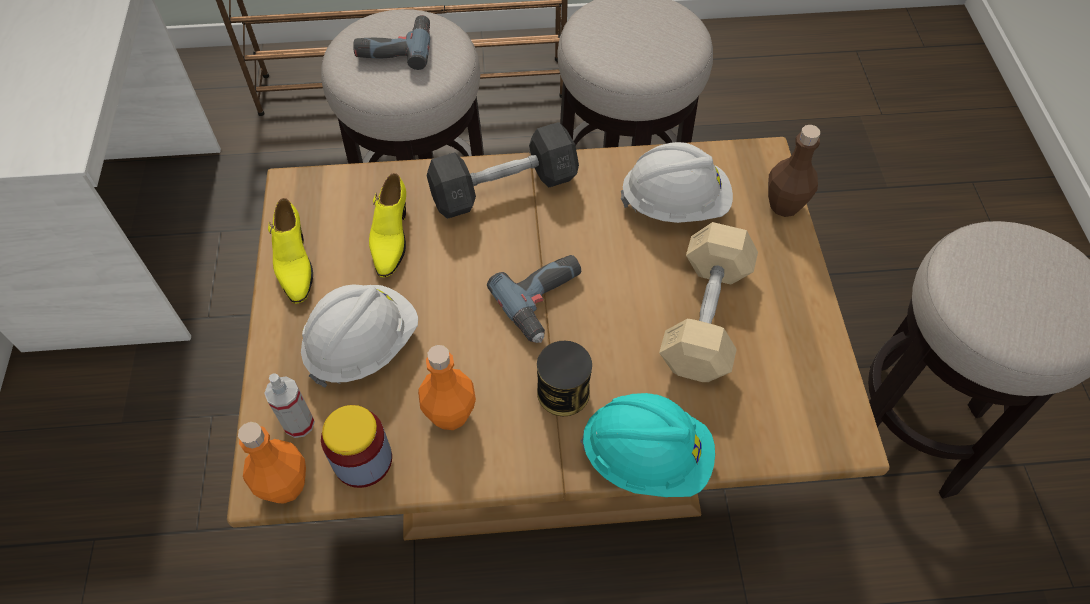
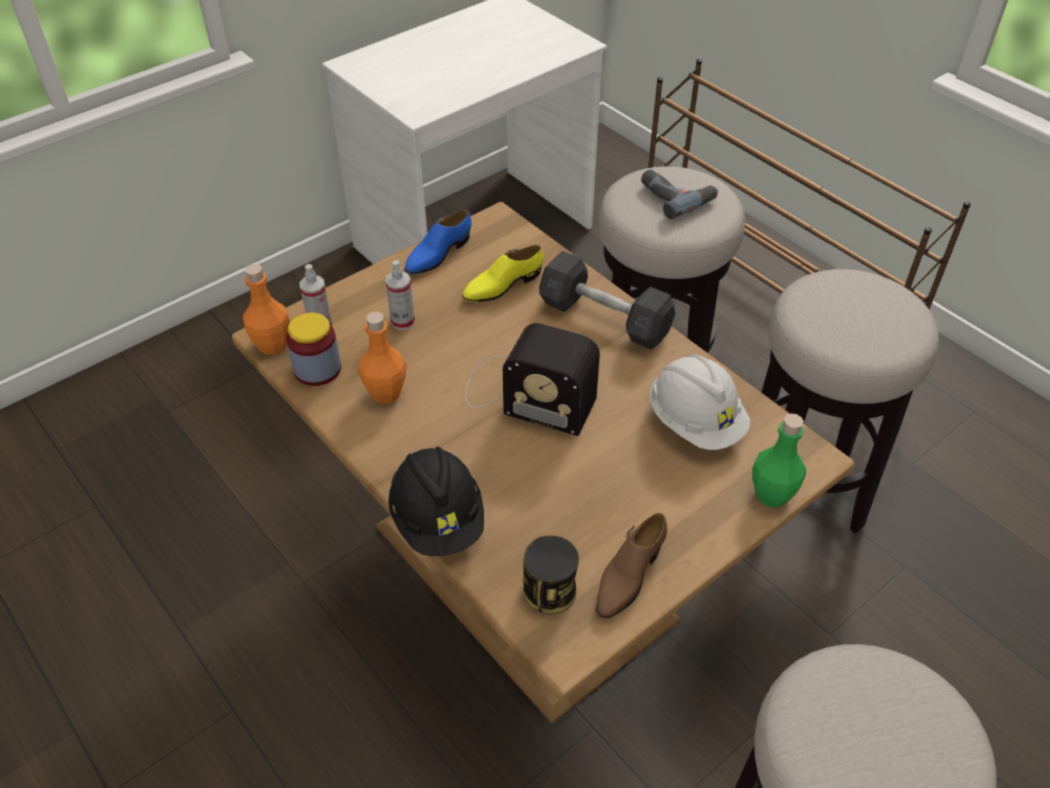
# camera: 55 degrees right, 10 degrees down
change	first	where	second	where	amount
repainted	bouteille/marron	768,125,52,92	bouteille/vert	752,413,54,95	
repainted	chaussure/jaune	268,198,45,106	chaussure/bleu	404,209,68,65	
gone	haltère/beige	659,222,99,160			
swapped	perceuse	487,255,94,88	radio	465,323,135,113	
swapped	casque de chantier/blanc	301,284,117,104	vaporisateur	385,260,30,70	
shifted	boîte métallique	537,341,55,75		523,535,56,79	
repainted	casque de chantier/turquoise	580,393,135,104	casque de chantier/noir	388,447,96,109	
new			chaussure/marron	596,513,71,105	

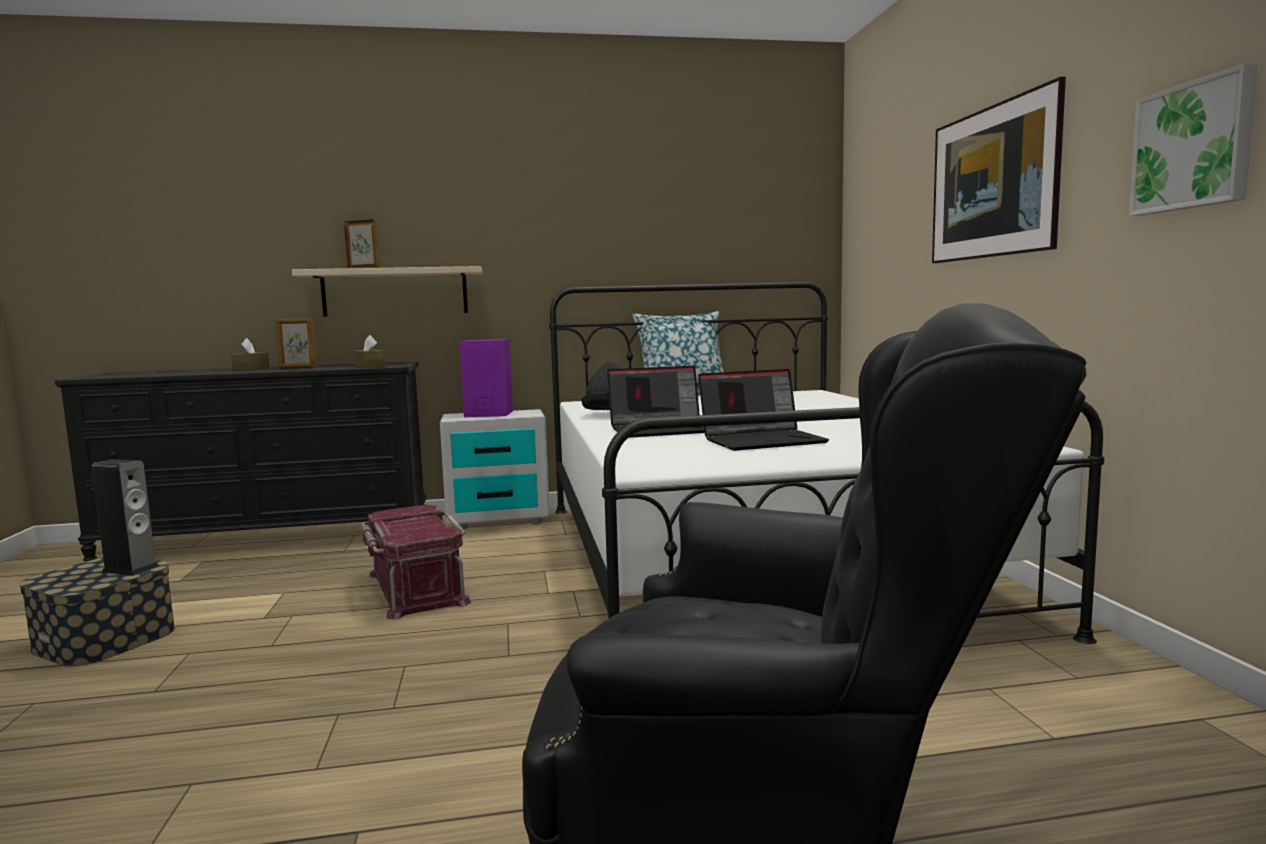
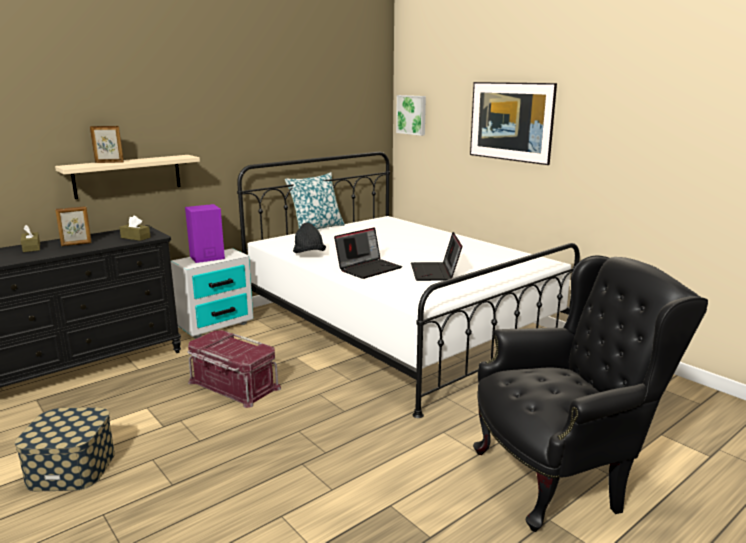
# camera: 30 degrees left, 10 degrees up
change	first	where	second	where	amount
shifted	tableau	1129,64,128,152		396,95,30,41	
rotated	ordinateur portable	698,369,131,82		411,232,51,49	135 degrees clockwise
gone	enceinte	91,459,69,117			

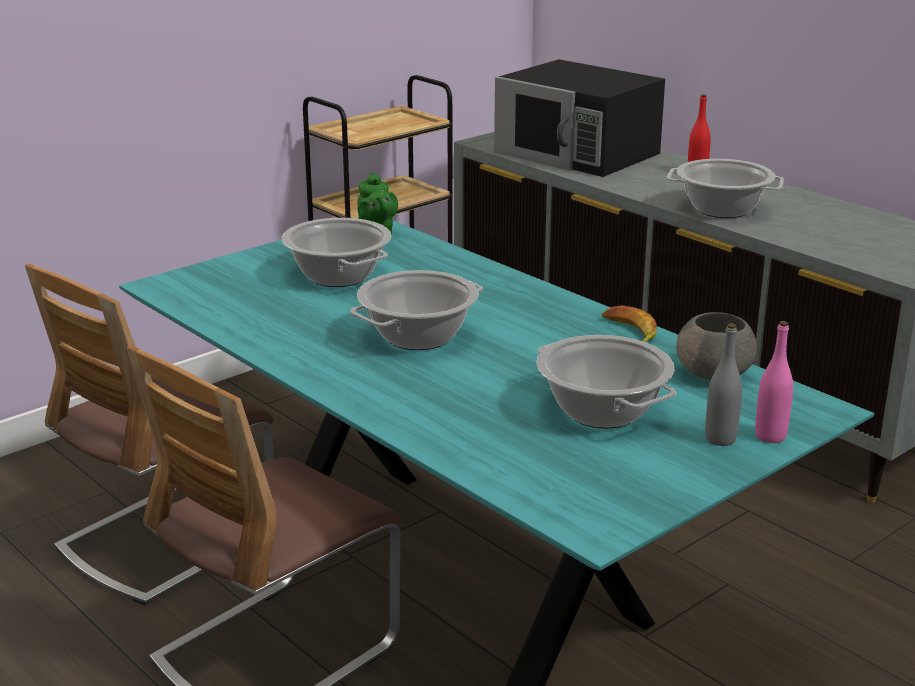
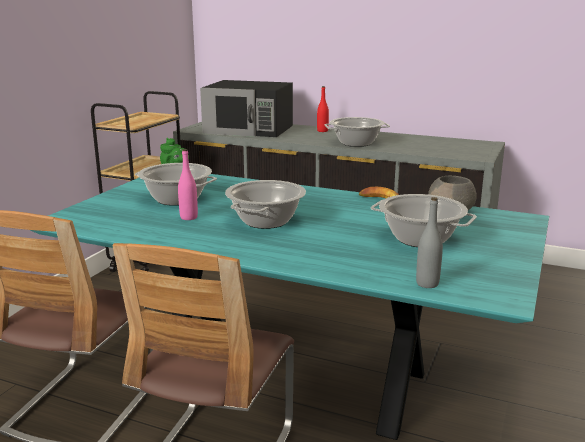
# camera: 25 degrees left, 5 degrees down
change	first	where	second	where	amount
shifted	bouteille/rose	755,321,38,122		178,149,20,71	
shifted	bouteille/gris	705,323,37,123		416,197,27,91	

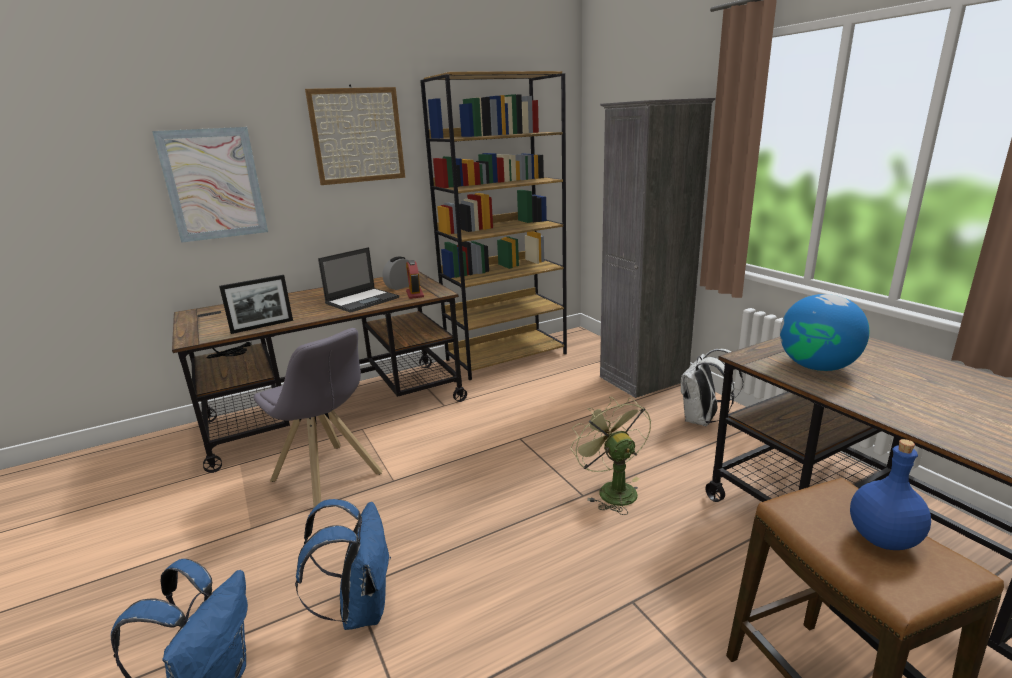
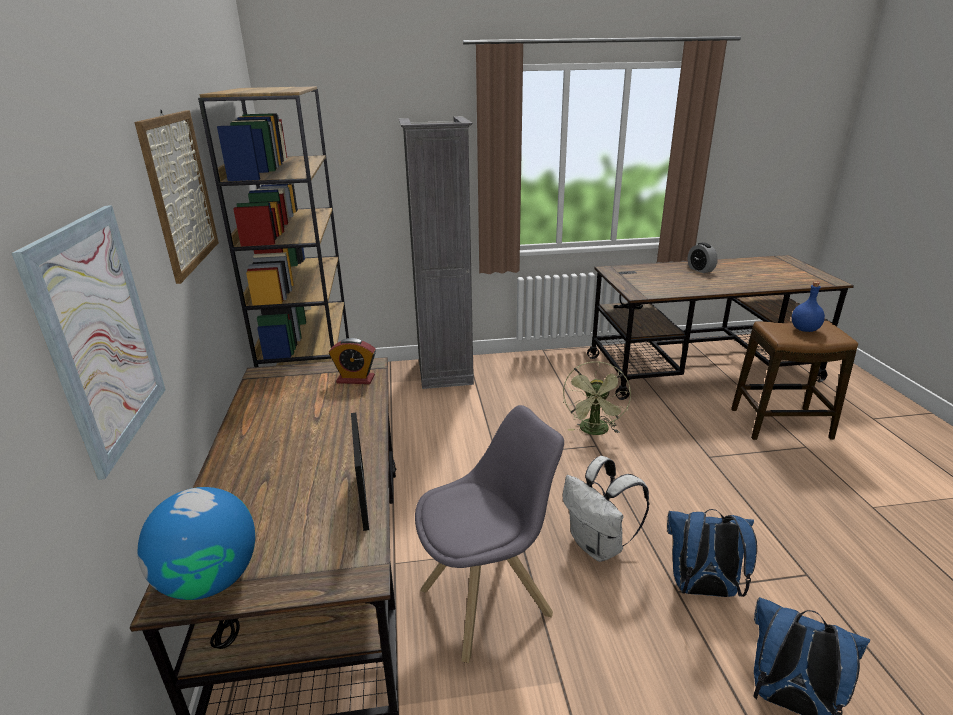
# camera: 70 degrees left, 5 degrees up
change	first	where	second	where	amount
gone	ordinateur portable	318,247,81,66			
shifted	réveil	383,257,26,33		688,243,30,30	
shifted	globe	780,294,89,77		138,487,117,113	
shifted	sac à dos/blanc	681,349,63,77		562,456,88,106	
rotated	ventilateur/vert	570,397,81,118		563,361,68,74	75 degrees counterclockwise

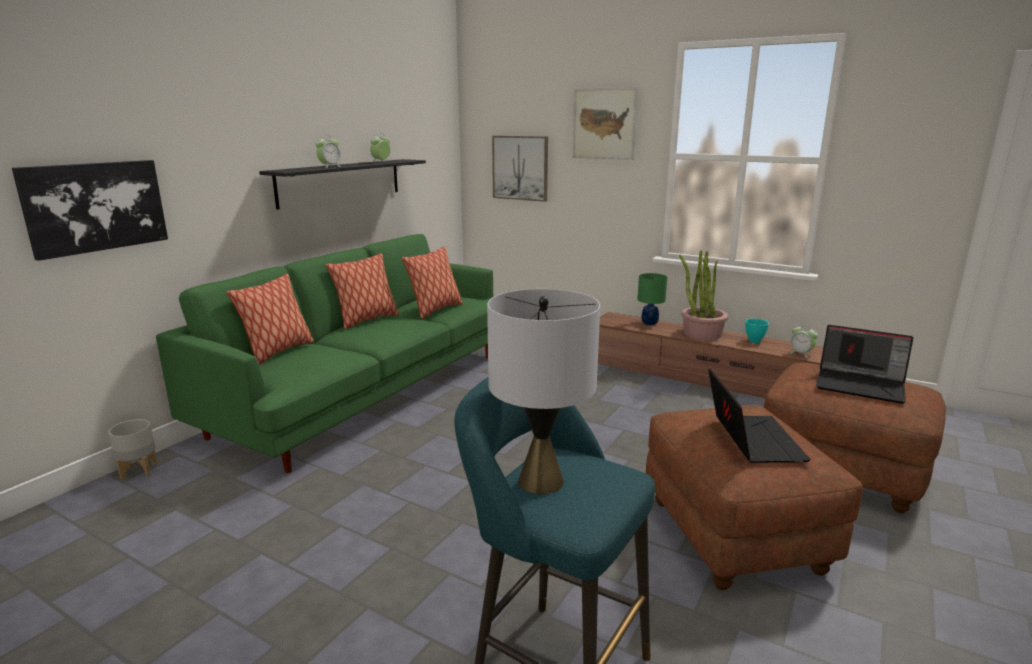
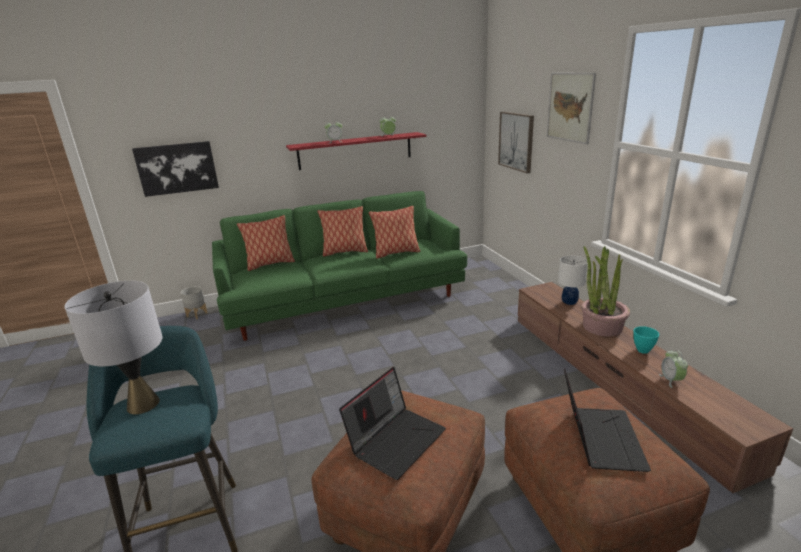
# camera: 40 degrees right, 5 degrees up
change	first	where	second	where	amount
repainted	étagère/noir	259,159,167,51	étagère/rouge	286,132,141,38	
repainted	lampe de table/vert	637,273,30,52	lampe de table/blanc	558,256,30,49	
rotated	ordinateur portable	816,325,97,79		564,369,87,103	150 degrees counterclockwise

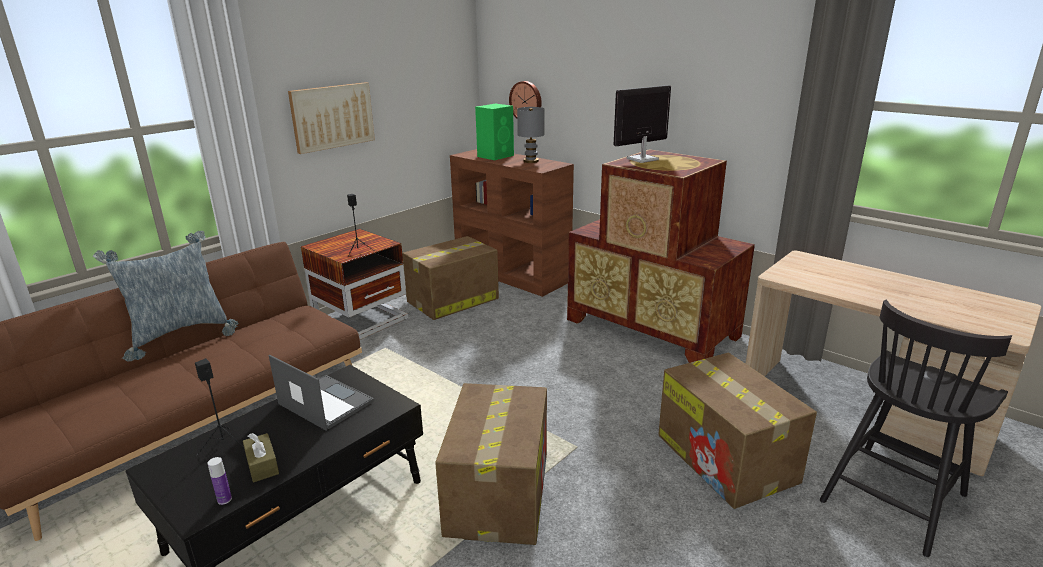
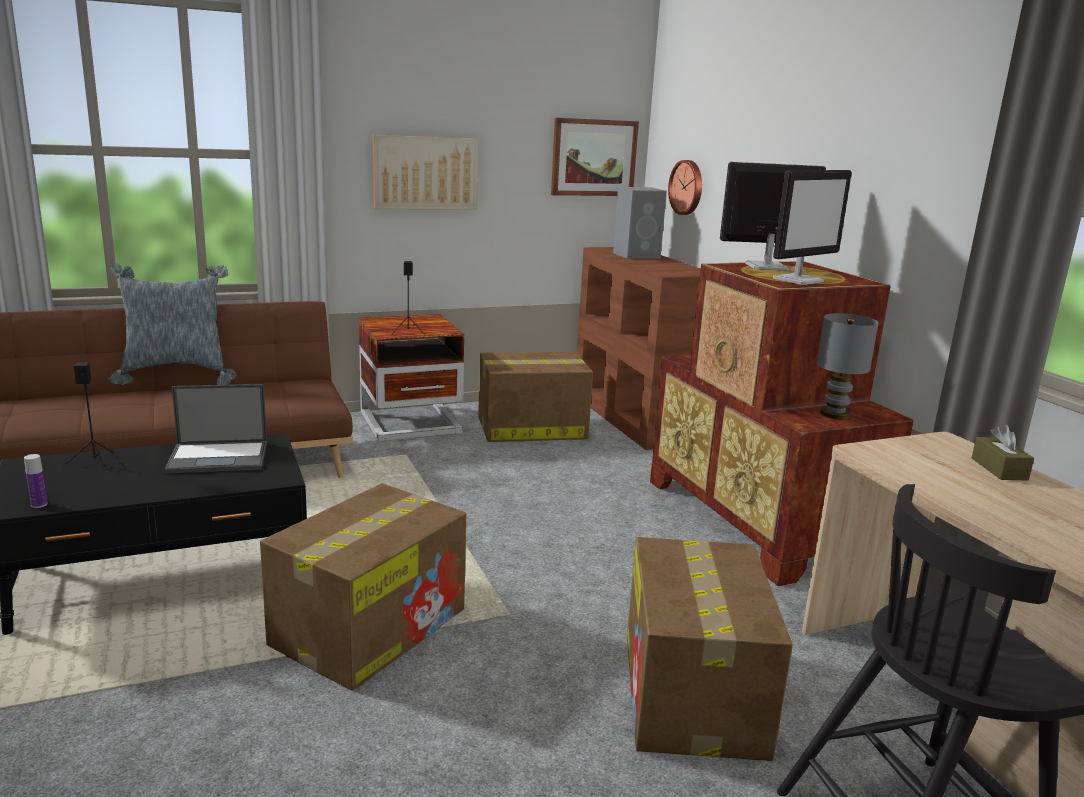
# camera: 25 degrees right, 5 degrees down
change	first	where	second	where	amount
repainted	enceinte/vert	475,104,39,56	enceinte/gris	613,187,54,72	
shifted	lampe de table/gris	517,107,27,56		816,313,63,106	
rotated	ordinateur portable	269,355,105,76		164,384,103,90	105 degrees clockwise
shifted	boîte à mouchoirs/marron	243,433,36,49		972,425,62,55	
new			tableau	551,118,88,78	
new			écran d'ordinateur	773,170,79,115	

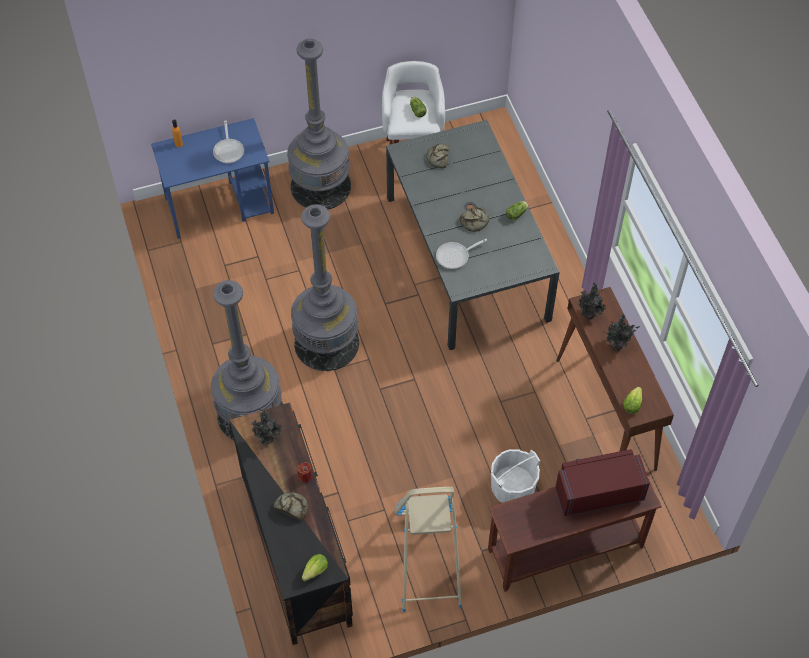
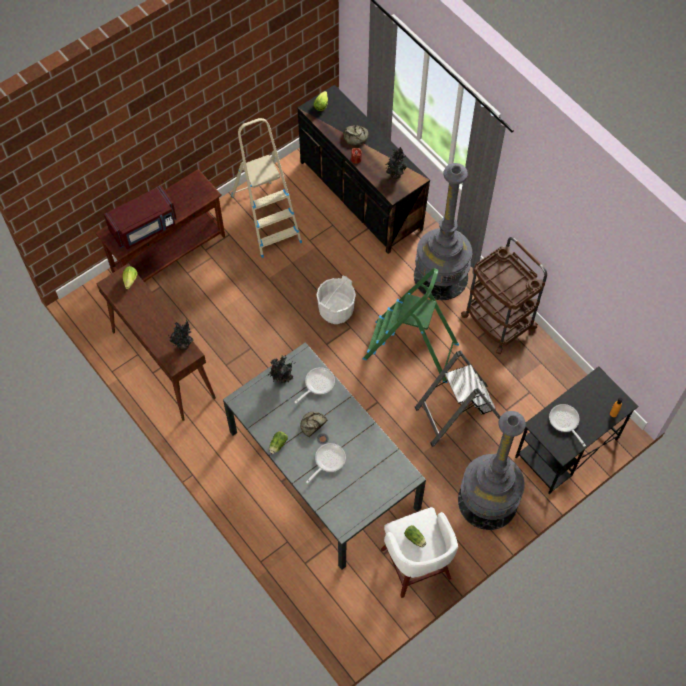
# camera: 160 degrees right, 5 degrees up
change	first	where	second	where	amount
repainted	bureau/bleu	151,118,123,121	bureau/noir	515,366,124,128	
gone	pain	426,144,23,24			
swapped	lampadaire/gris	291,204,68,167	escabeau/vert	363,268,96,115	
shifted	plante en pot	603,314,37,37		267,355,29,28	
shifted	seau/blanc	491,449,49,54		316,275,40,49	
new			chariot/marron	461,237,86,117	
new			escabeau/gris	415,351,86,96	
new			poêle	306,443,40,41	

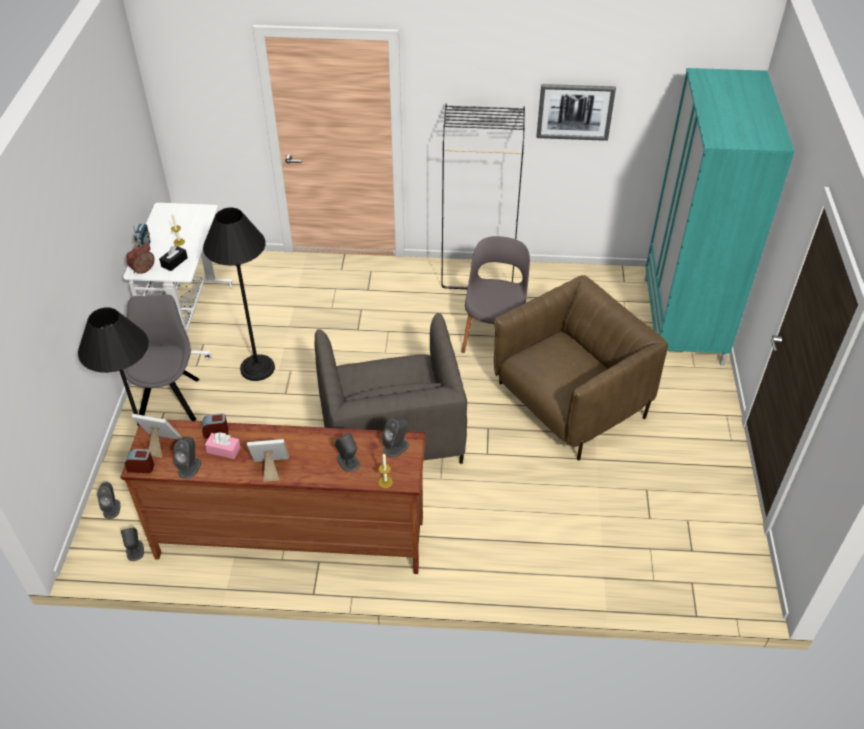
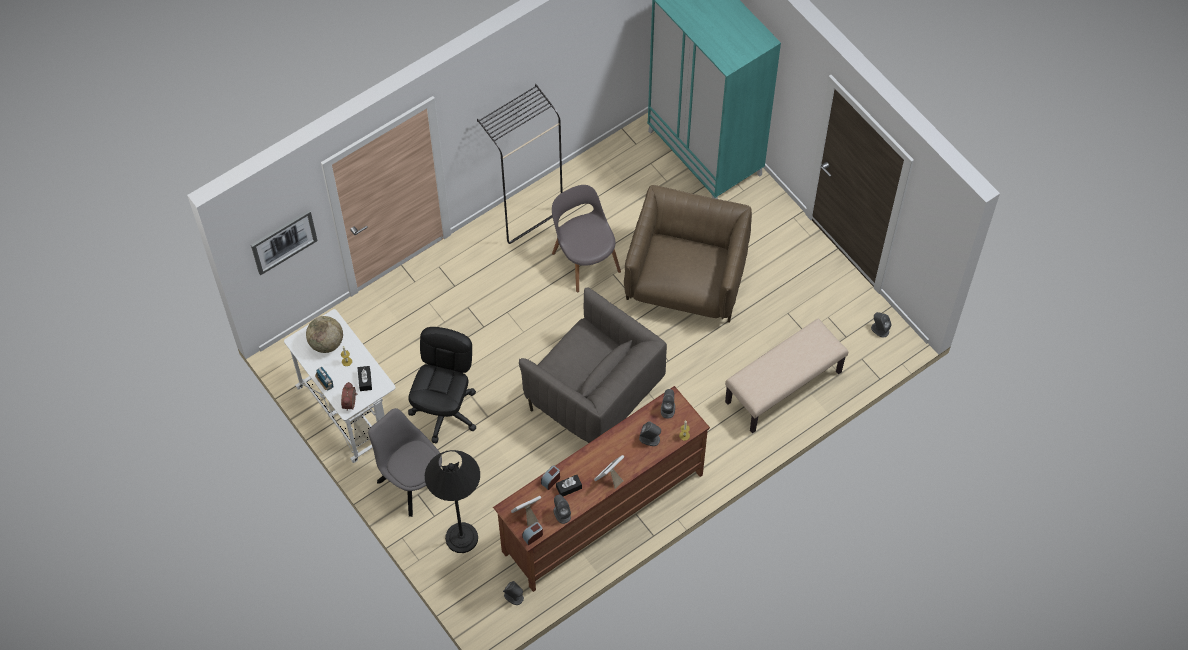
# camera: 40 degrees left, 15 degrees up
change	first	where	second	where	amount
shifted	tableau	537,84,79,57		251,210,67,65	
swapped	lampadaire/noir	203,207,72,174	chaise de bureau/noir	408,327,68,116	
repainted	boîte à mouchoirs/rose	205,432,36,27	boîte à mouchoirs/noir	556,475,26,21	
shifted	enceinte/gris	97,482,23,37		871,312,21,26	
new			globe	306,316,37,37	
new			banc/beige	725,318,123,115	

